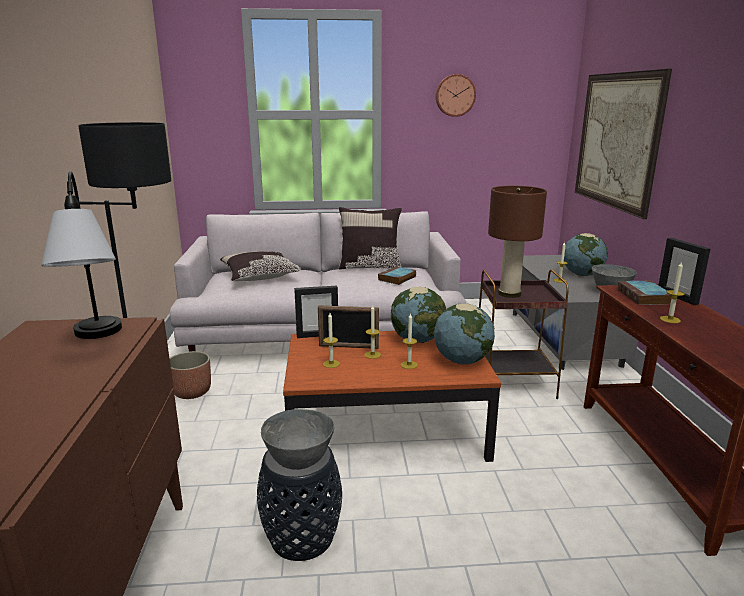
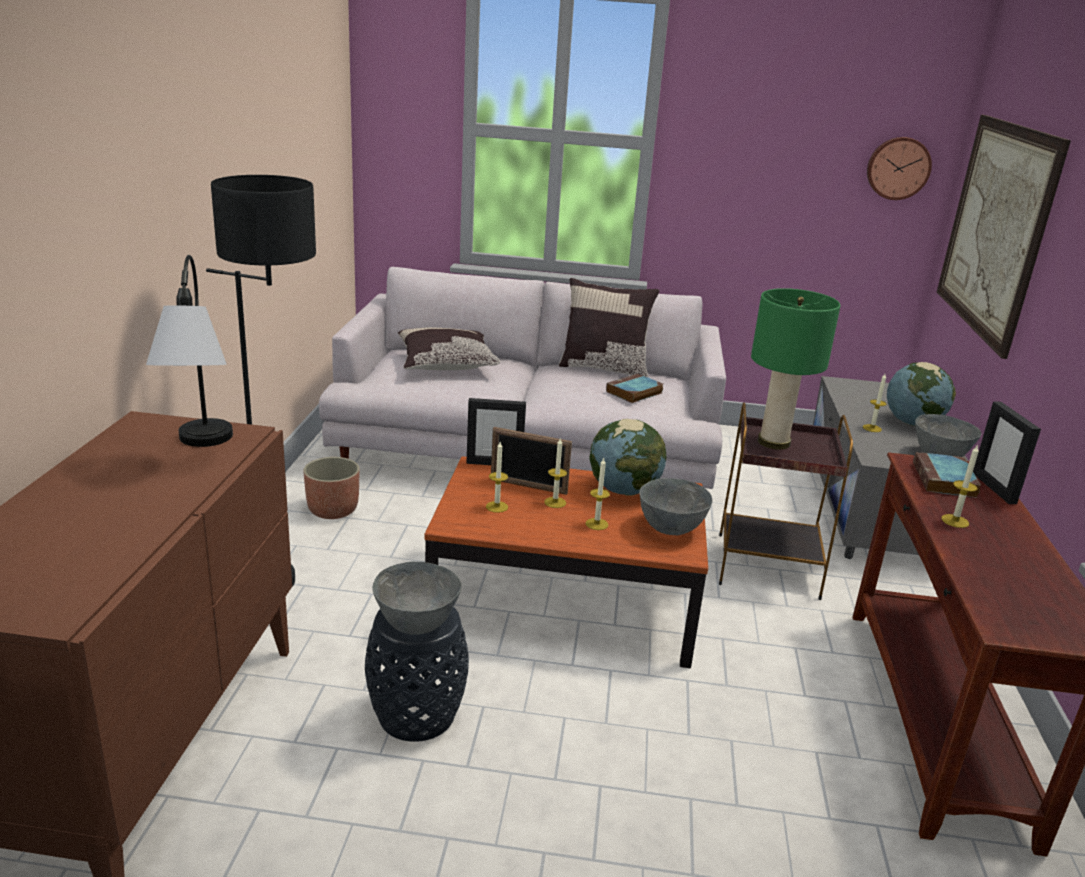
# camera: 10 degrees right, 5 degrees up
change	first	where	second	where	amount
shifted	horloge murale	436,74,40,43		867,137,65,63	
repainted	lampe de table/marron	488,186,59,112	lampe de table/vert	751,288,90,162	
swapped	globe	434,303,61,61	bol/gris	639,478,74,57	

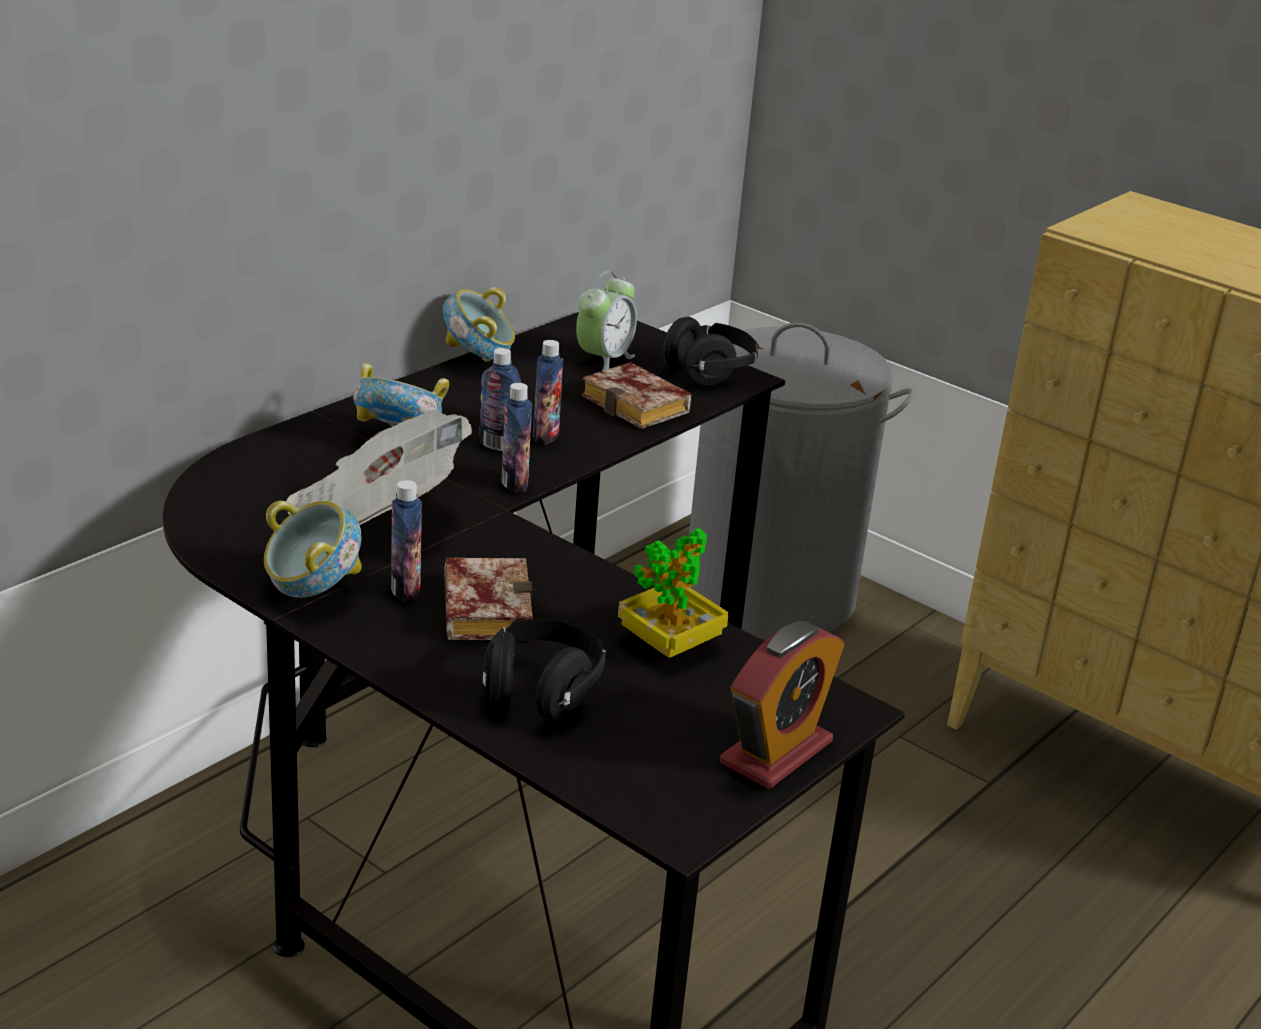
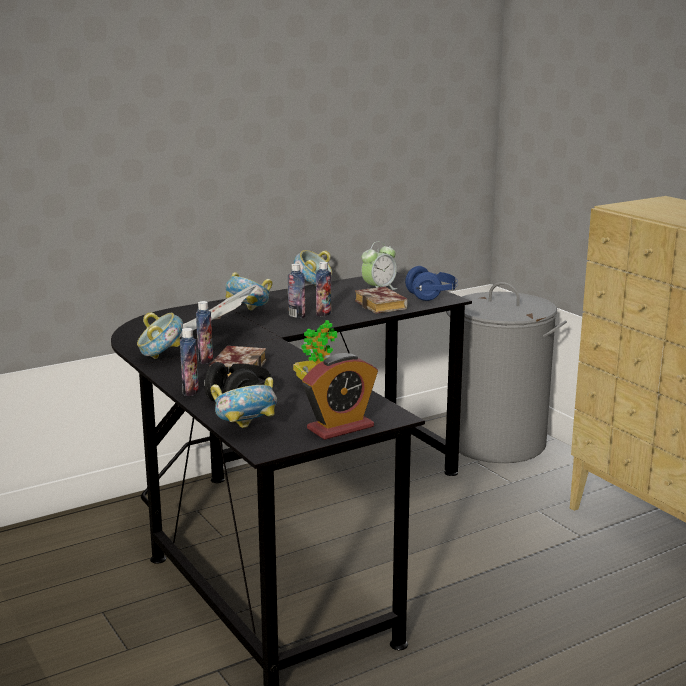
# camera: 20 degrees right, 10 degrees down
change	first	where	second	where	amount
repainted	casque audio/noir	663,317,96,69	casque audio/bleu	405,266,53,35	
shifted	bouteille	501,383,31,110		180,328,19,68	
new			bol	211,377,66,51	

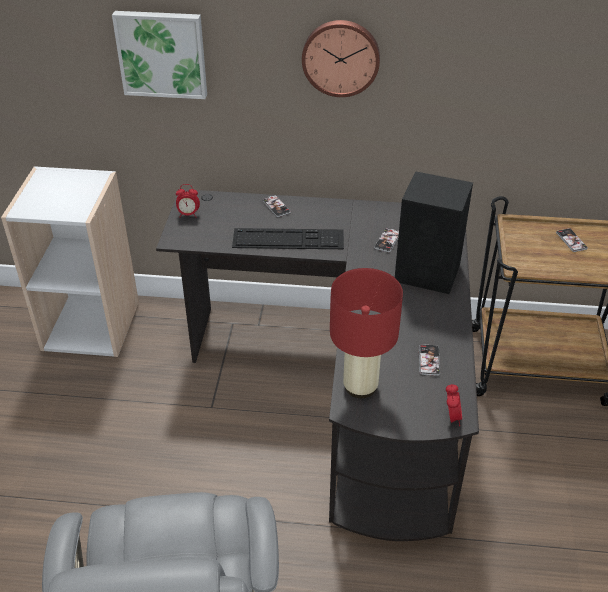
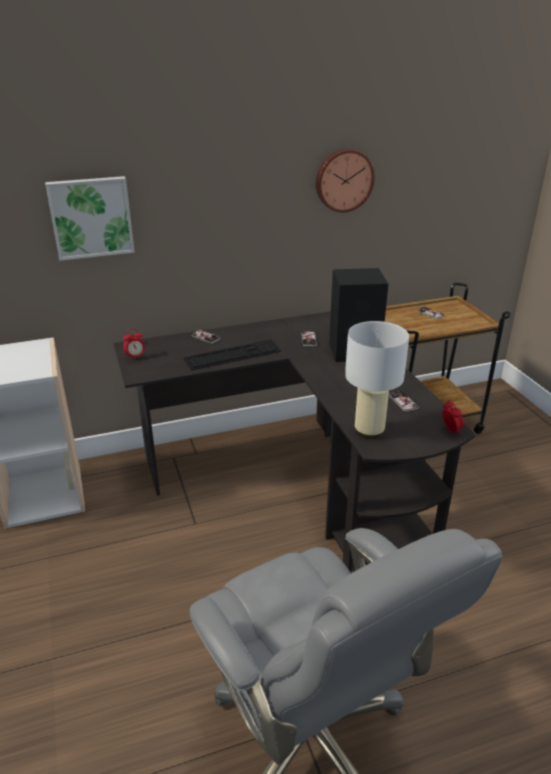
# camera: 25 degrees left, 10 degrees down
change	first	where	second	where	amount
shifted	horloge murale	302,20,78,77		316,149,59,64	
repainted	lampe de table/rouge	330,268,73,130	lampe de table/blanc	345,321,64,118	

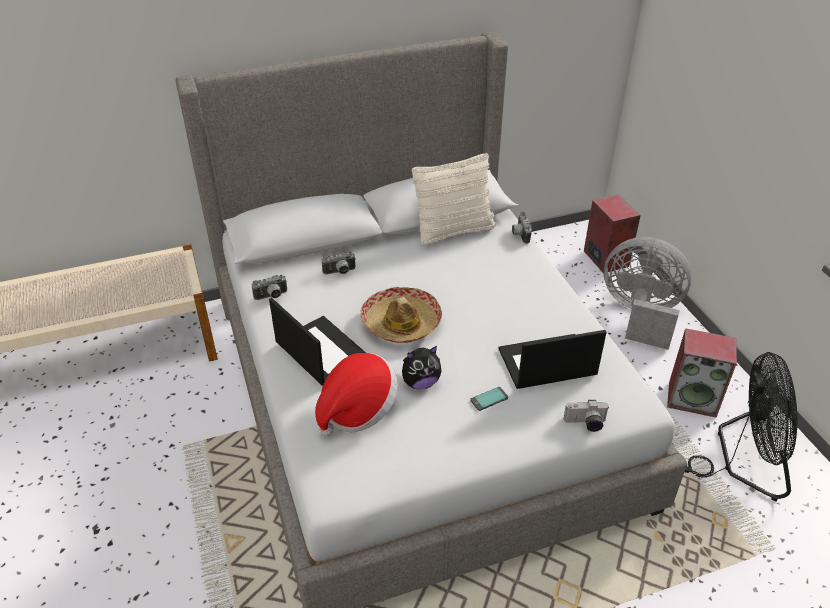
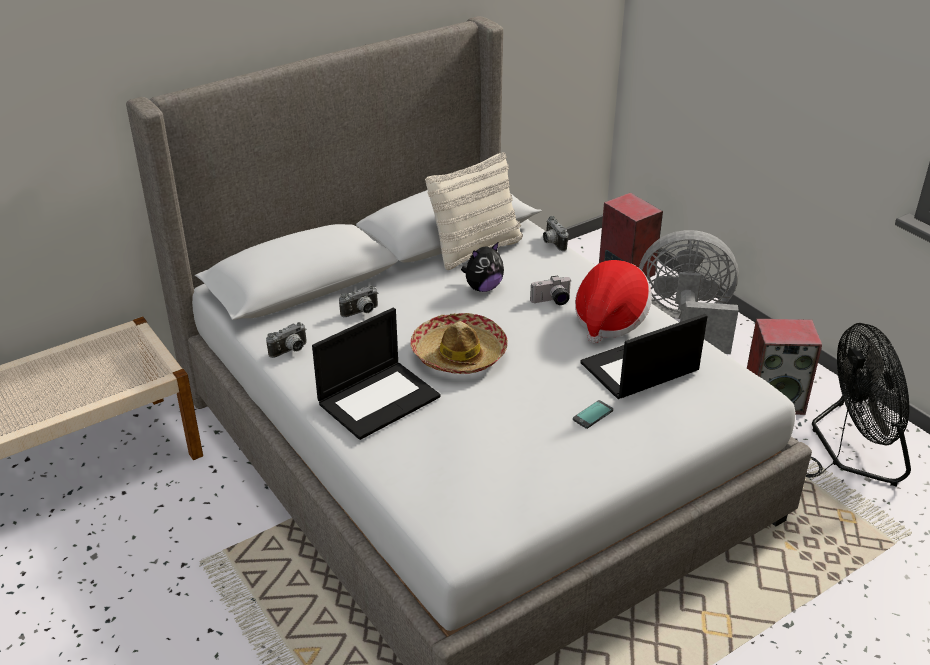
# camera: 15 degrees left, 5 degrees down
change	first	where	second	where	amount
rotated	ordinateur portable	269,298,97,88		312,308,129,132	105 degrees clockwise
shifted	peluche	402,346,40,44		461,242,43,50	
shifted	chapeau	315,353,83,83		575,260,77,83	
shifted	appareil photo	564,400,46,32		530,275,42,30	

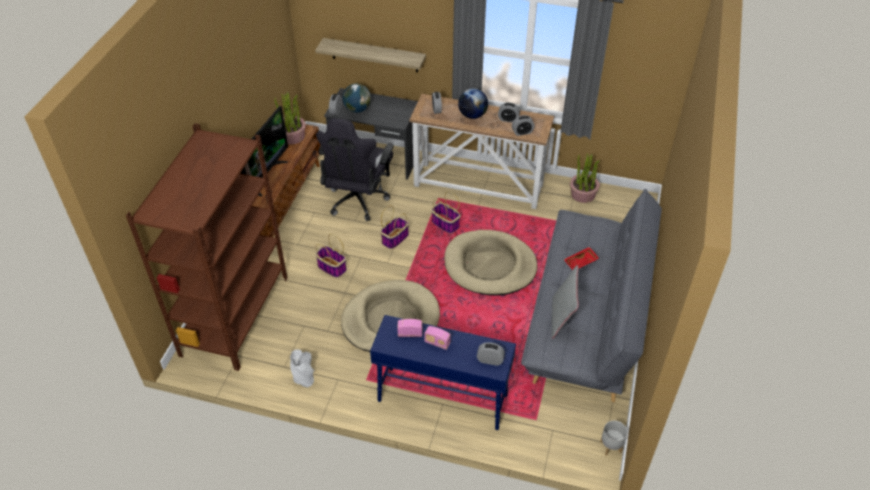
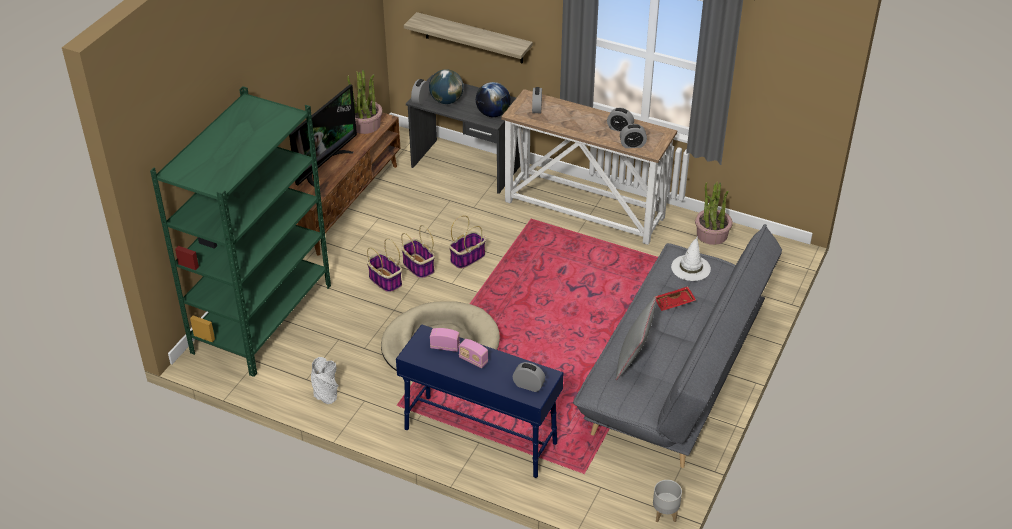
# camera: 10 degrees right, 5 degrees down
change	first	where	second	where	amount
shifted	globe	458,88,30,31		476,82,35,35	
gone	chaise de bureau/noir	316,118,78,103			
repainted	bibliothèque/marron	126,123,161,248	bibliothèque/vert	150,86,181,291	
shifted	panier	431,191,30,42		401,225,34,54	
gone	panier pour chien/beige	444,230,94,66			
new			chapeau/blanc	671,236,40,45	

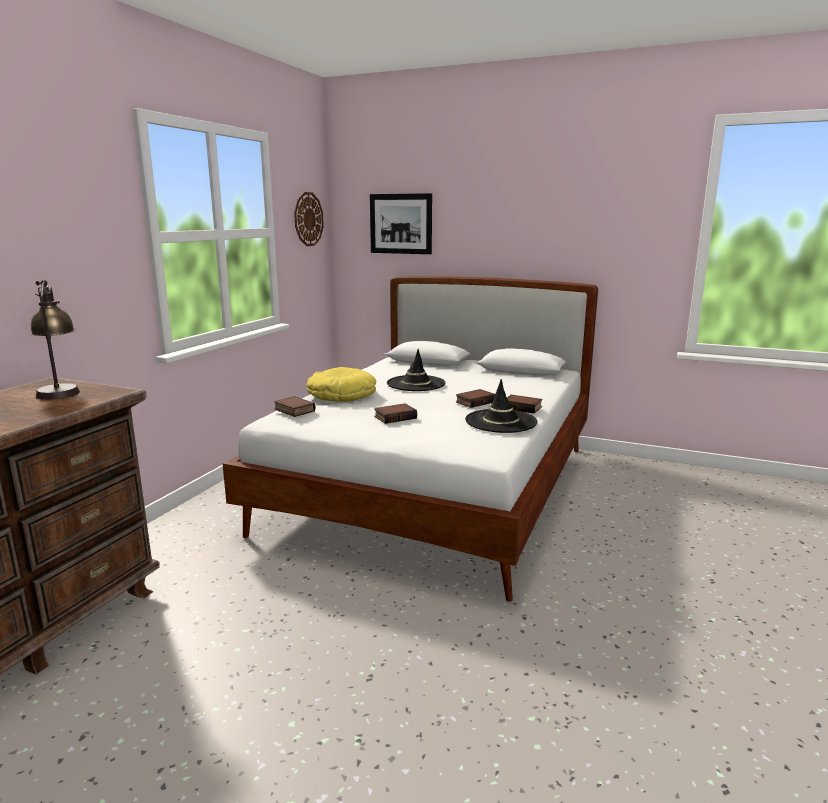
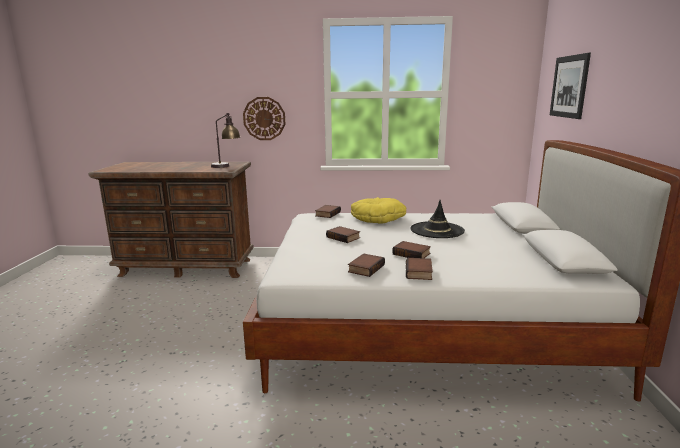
# camera: 70 degrees right, 0 degrees up
change	first	where	second	where	amount
shifted	horloge murale	294,192,30,54		243,97,43,43	
swapped	chapeau/noir	465,379,73,54	livre	348,253,37,24	

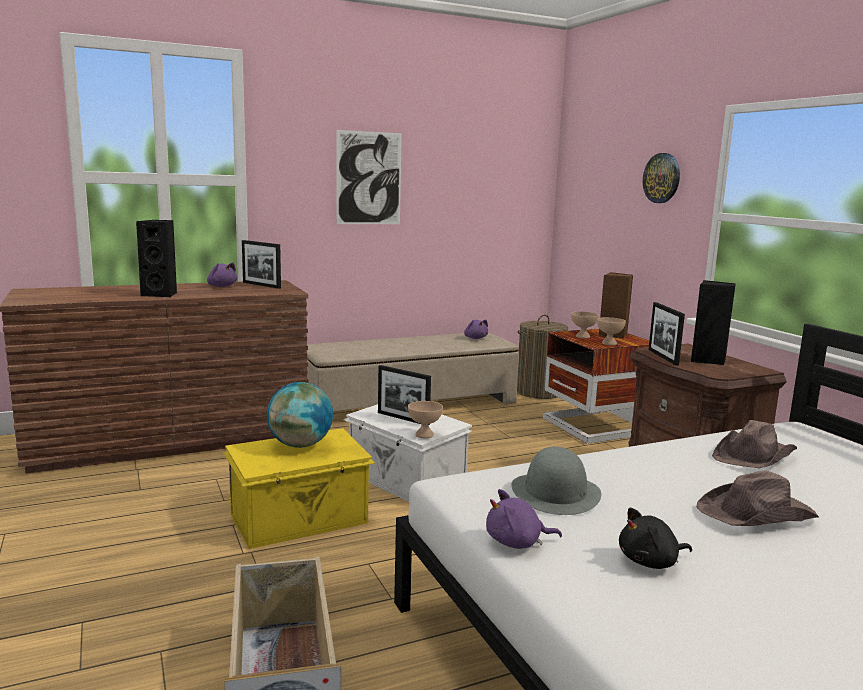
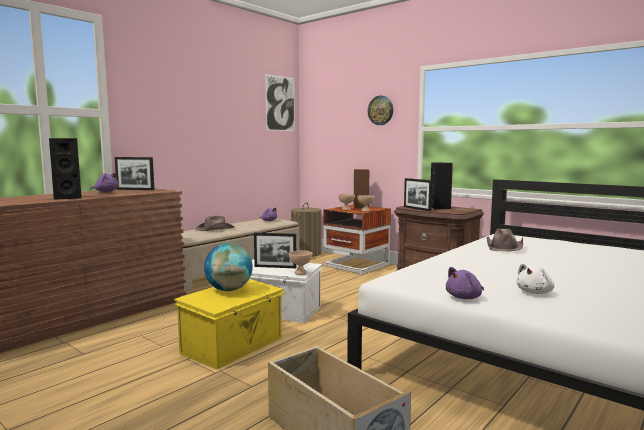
# camera: 25 degrees left, 5 degrees down
change	first	where	second	where	amount
shifted	tableau	336,130,66,94		265,74,30,57	
gone	chapeau/gris	511,446,90,69			
shifted	chapeau/marron	697,471,122,55		195,216,39,15	
repainted	peluche/noir	619,508,73,61	peluche/blanc	516,263,38,31	

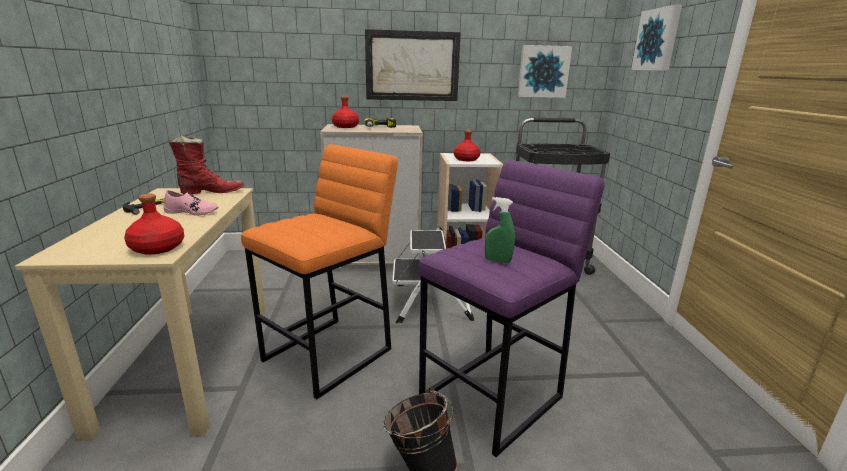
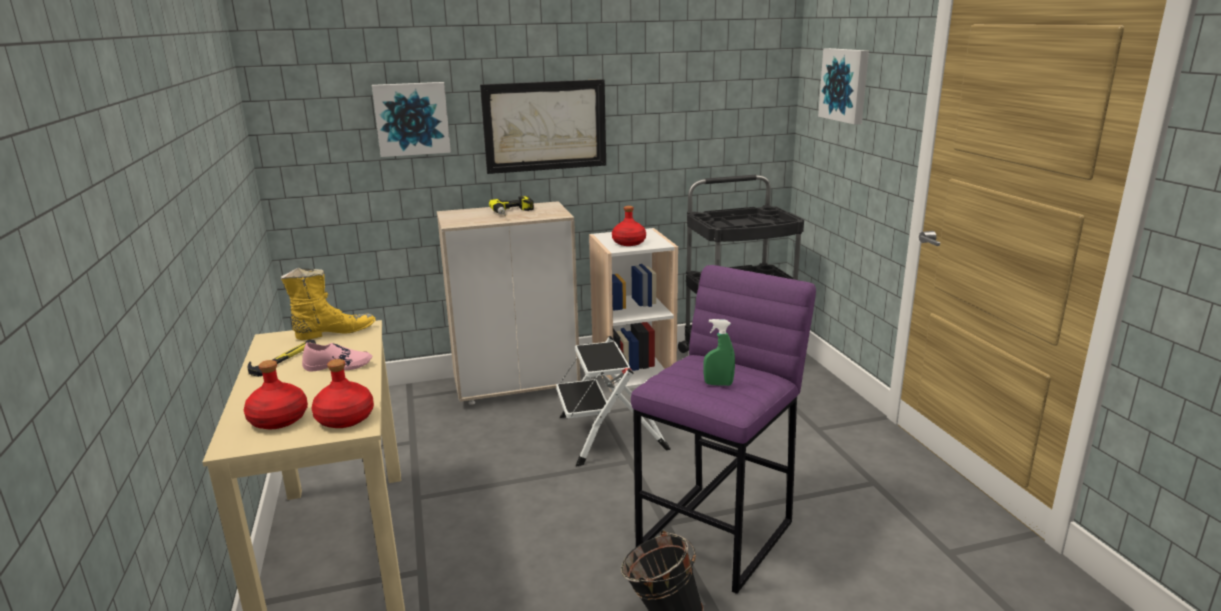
# camera: 10 degrees left, 0 degrees up
change	first	where	second	where	amount
shifted	tableau	518,45,54,53		372,82,79,75	
shifted	bouteille/rouge	332,96,27,32		244,360,64,69	
repainted	botte/rouge	169,135,75,59	botte/jaune	281,268,94,72	
gone	tabouret/orange	241,144,157,256			

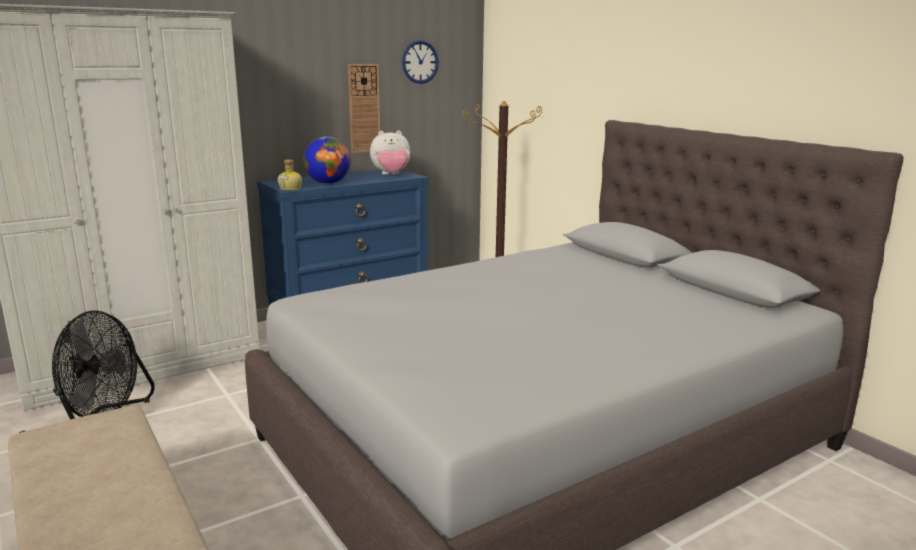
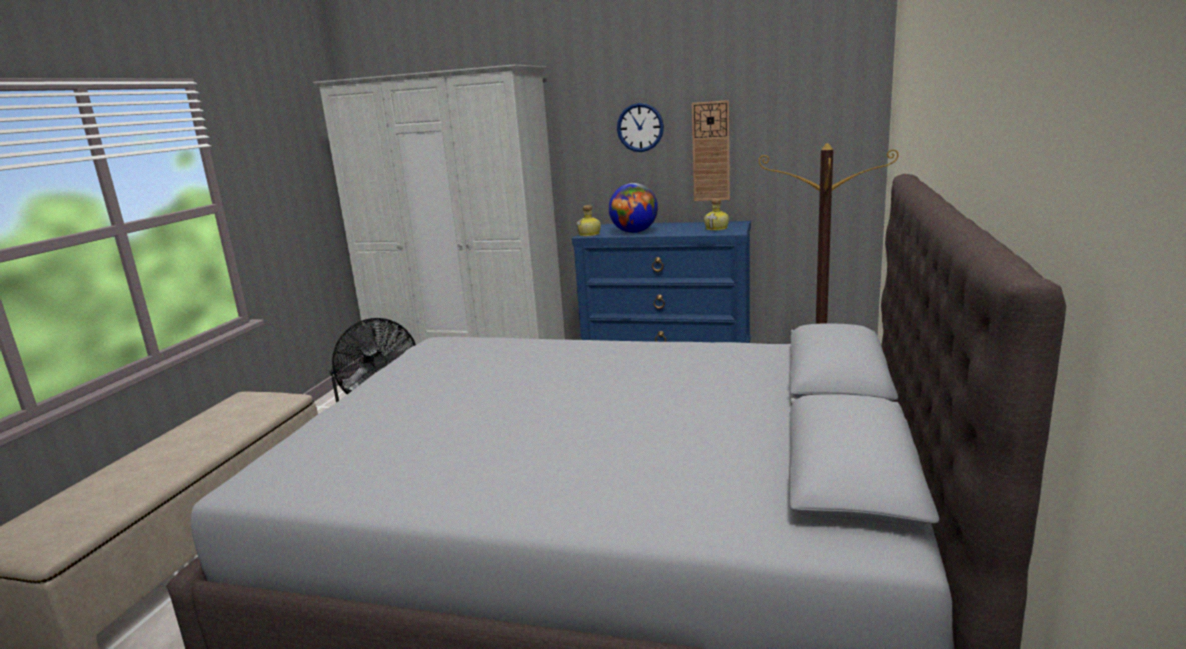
# camera: 50 degrees right, 0 degrees up
change	first	where	second	where	amount
shifted	horloge murale	402,40,37,44		617,103,47,49	
swapped	peluche	370,131,40,44	bouteille	704,199,25,32	

